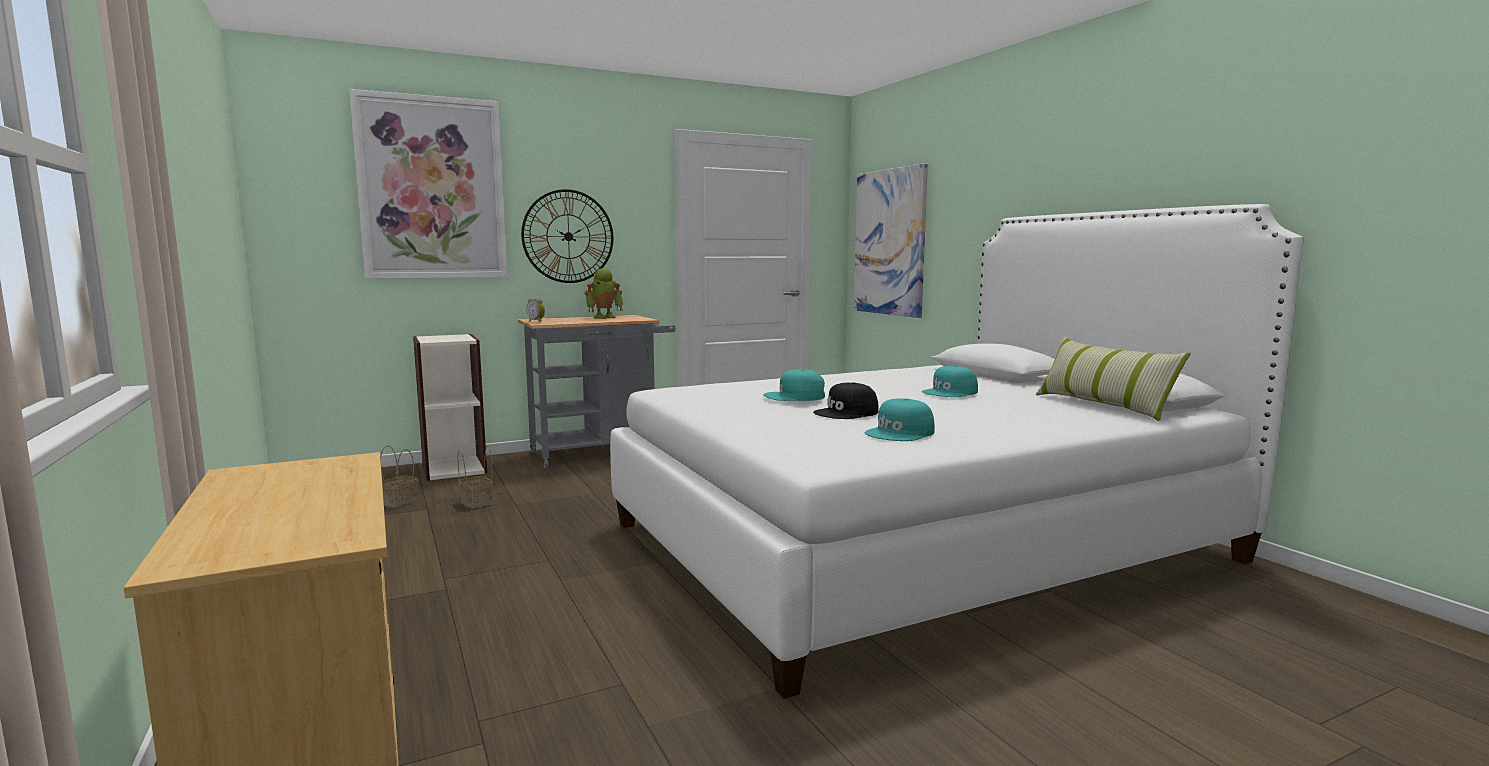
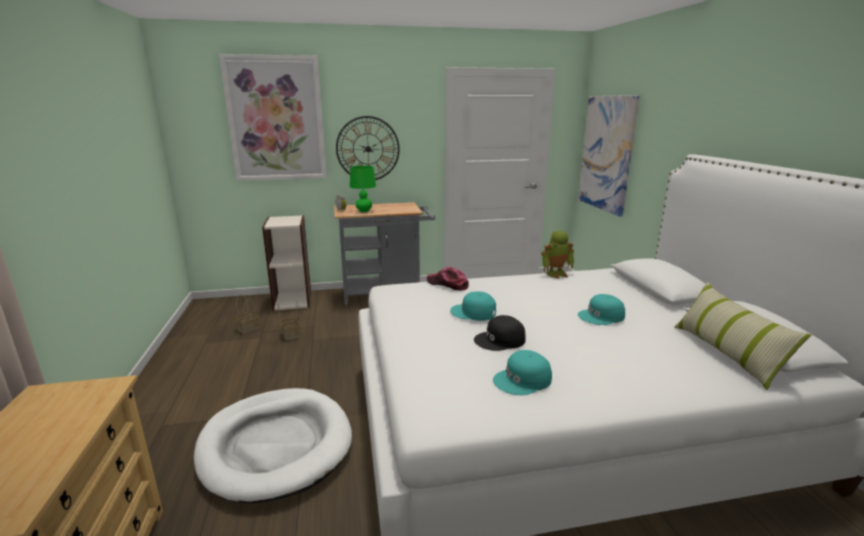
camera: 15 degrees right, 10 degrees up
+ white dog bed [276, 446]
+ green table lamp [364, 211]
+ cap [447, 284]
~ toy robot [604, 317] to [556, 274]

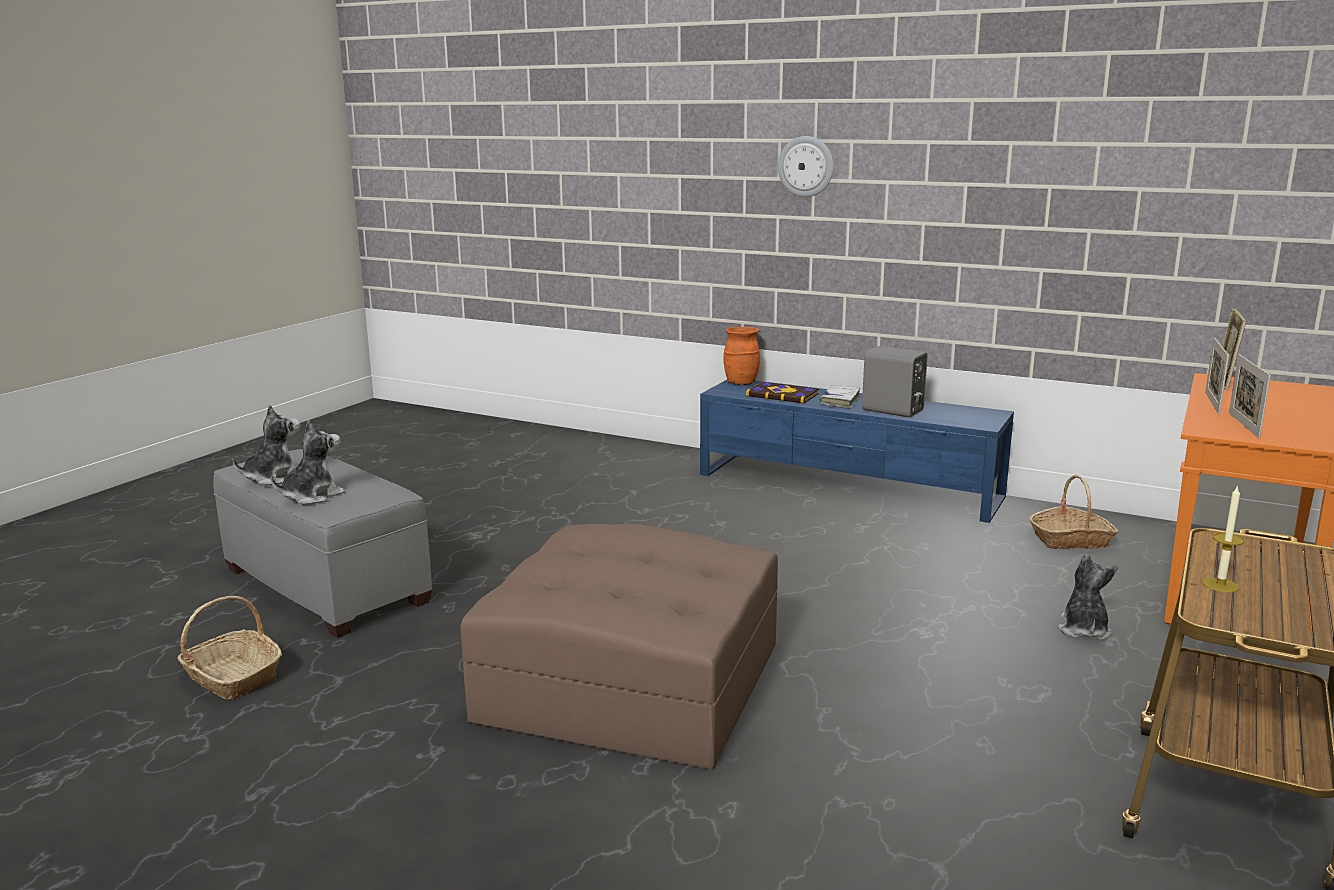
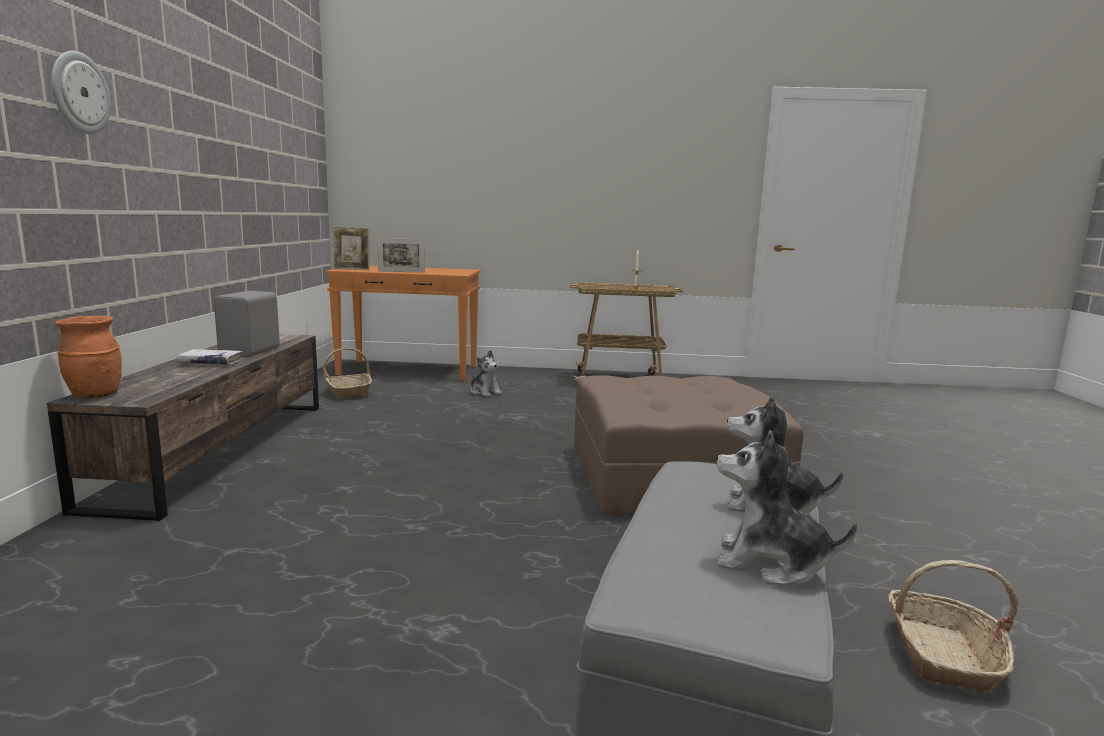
camera: 115 degrees left, 5 degrees down
~ blue tv stand [849, 486] to brown tv stand [221, 449]
~ plush toy [1083, 630] = [485, 392] 120 degrees counterclockwise
- book [782, 395]
- picture frame [1243, 425]

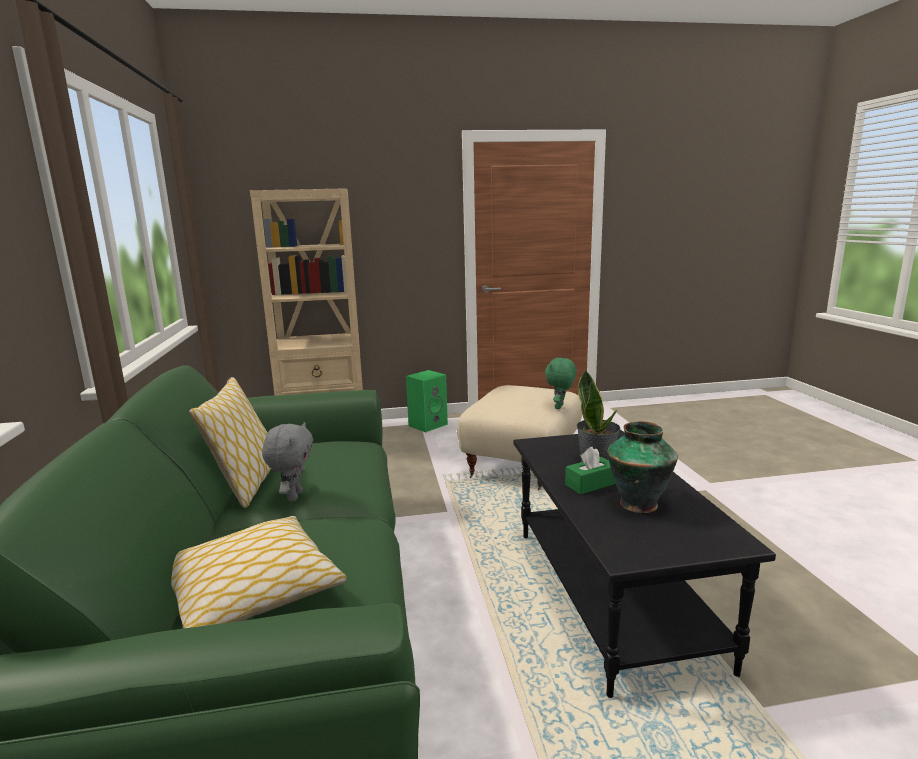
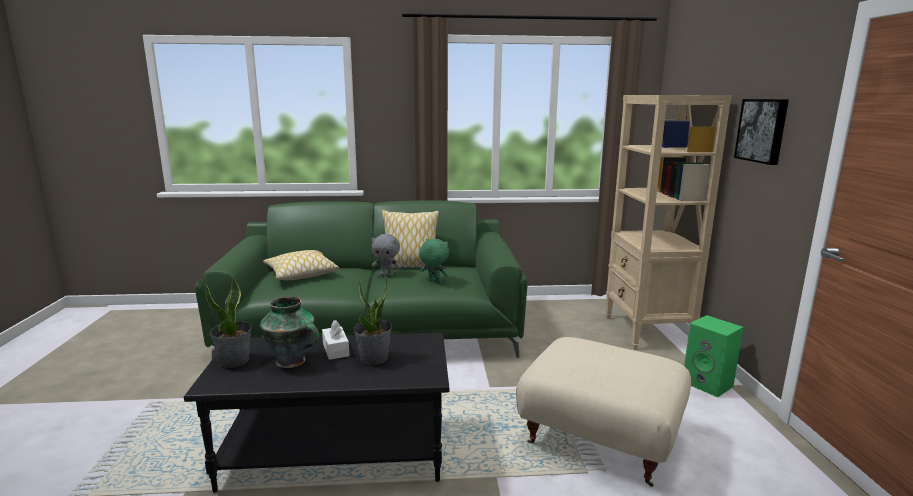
camera: 95 degrees right, 0 degrees up
+ potted plant [235, 361]
~ green tissue box [591, 484] to white tissue box [335, 350]
~ green plush toy [560, 407] to [434, 281]
+ picture [763, 130]

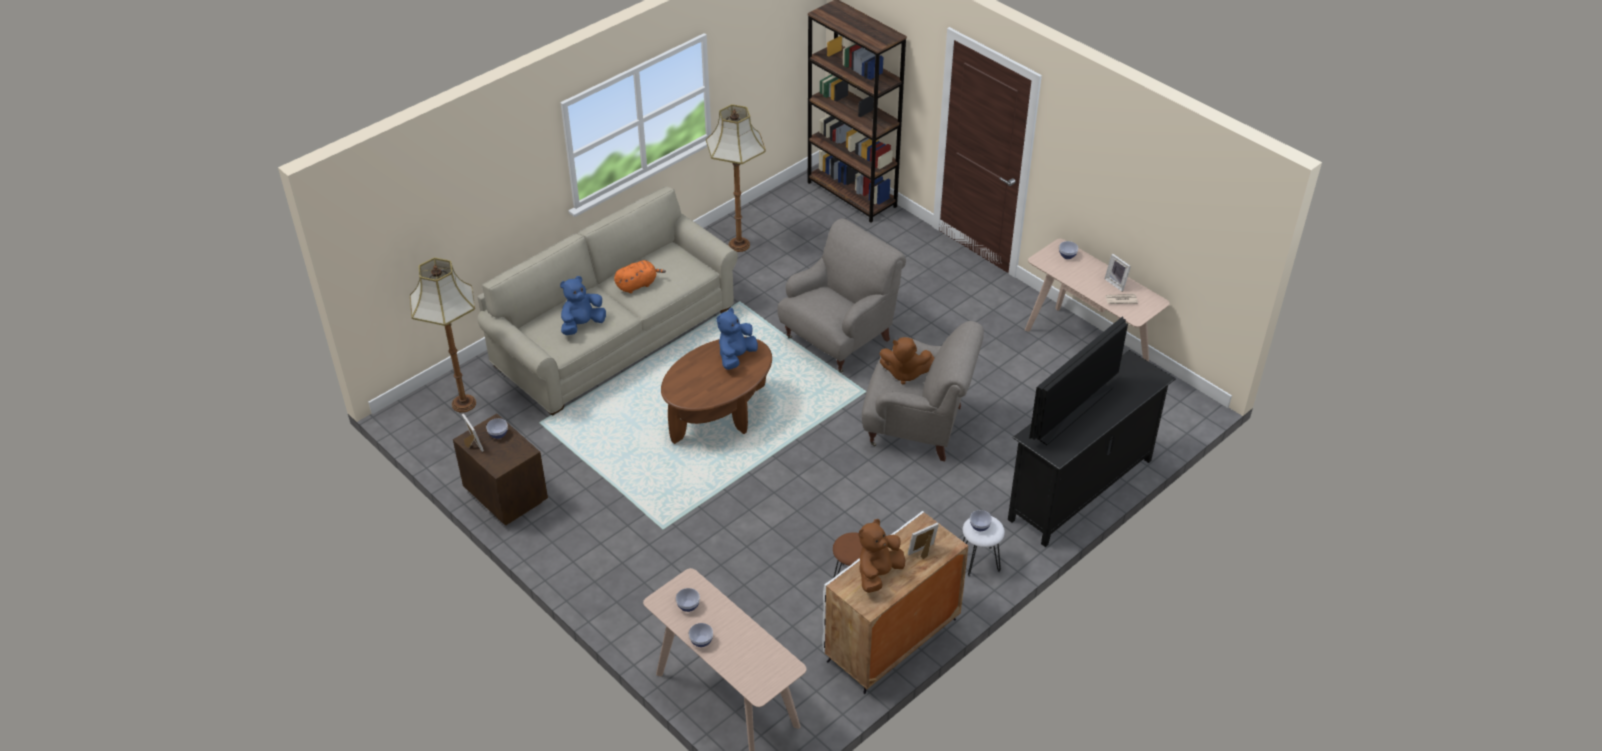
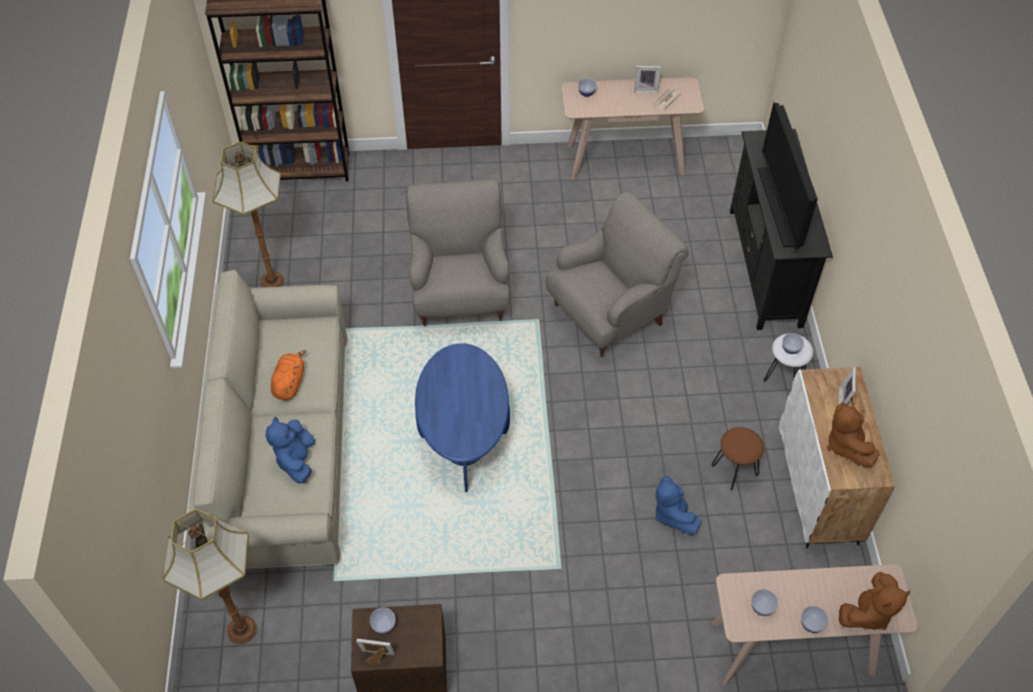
camera: 50 degrees left, 10 degrees up
~ brown coffee table [719, 414] to blue coffee table [464, 435]
~ blue plush toy [736, 357] to [672, 514]
~ brown plush toy [905, 373] to [867, 613]

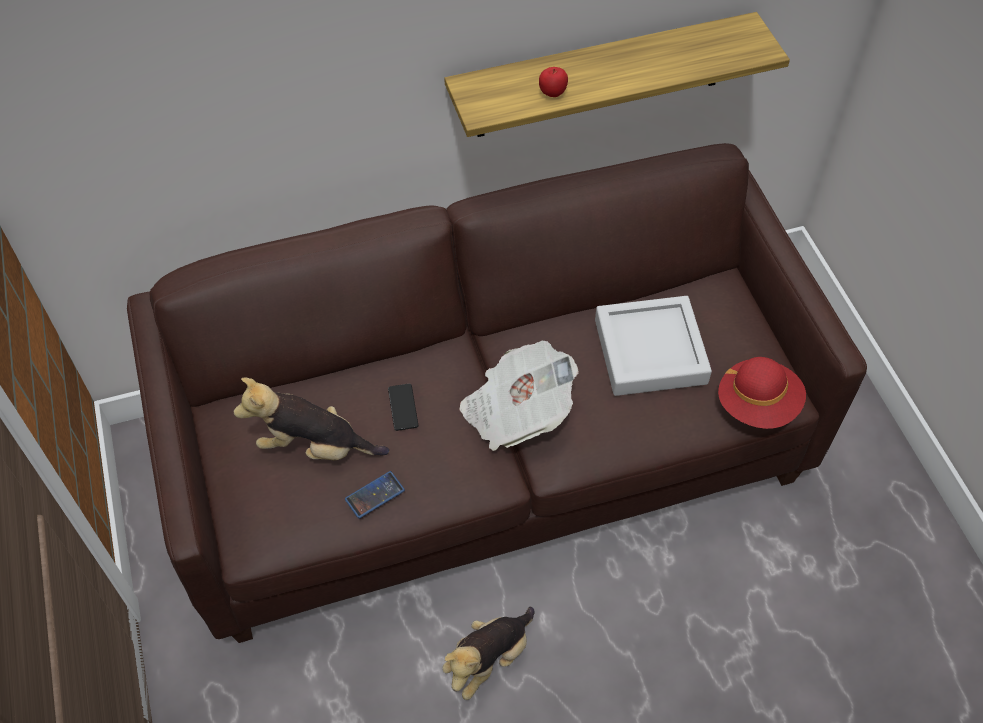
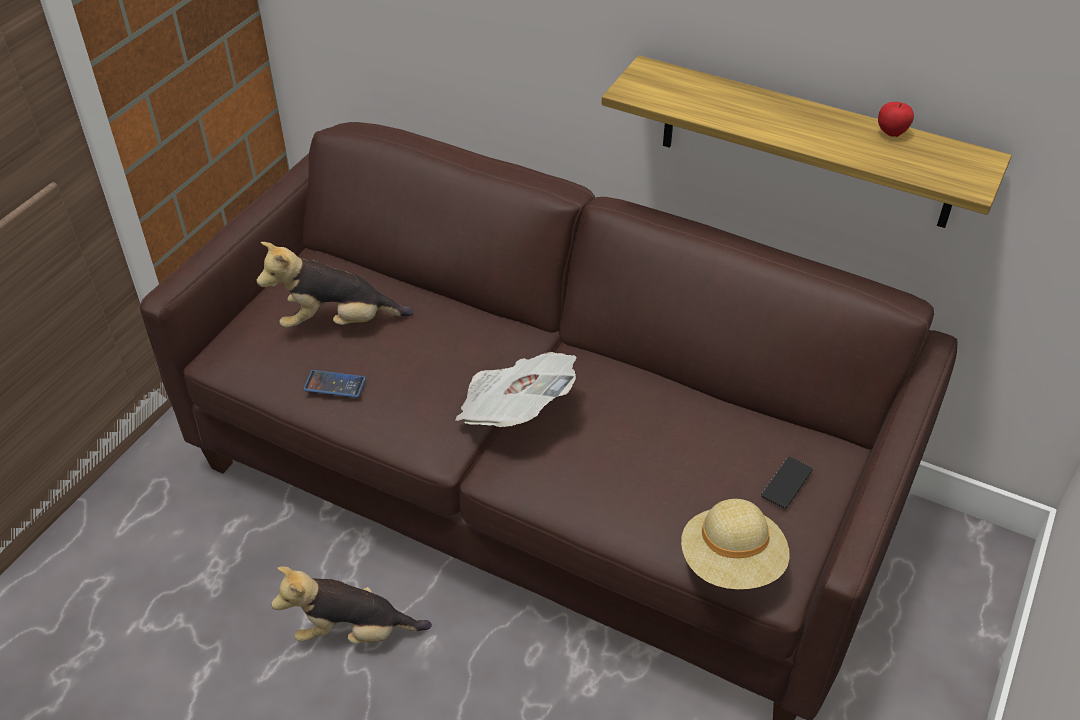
camera: 45 degrees right, 10 degrees down
~ plush toy [314, 446] = [337, 322] 60 degrees counterclockwise
~ red hat [757, 404] to beige hat [732, 563]
~ phone [403, 407] to [786, 483]
~ apple [552, 93] to [891, 133]
- grey tray [650, 351]

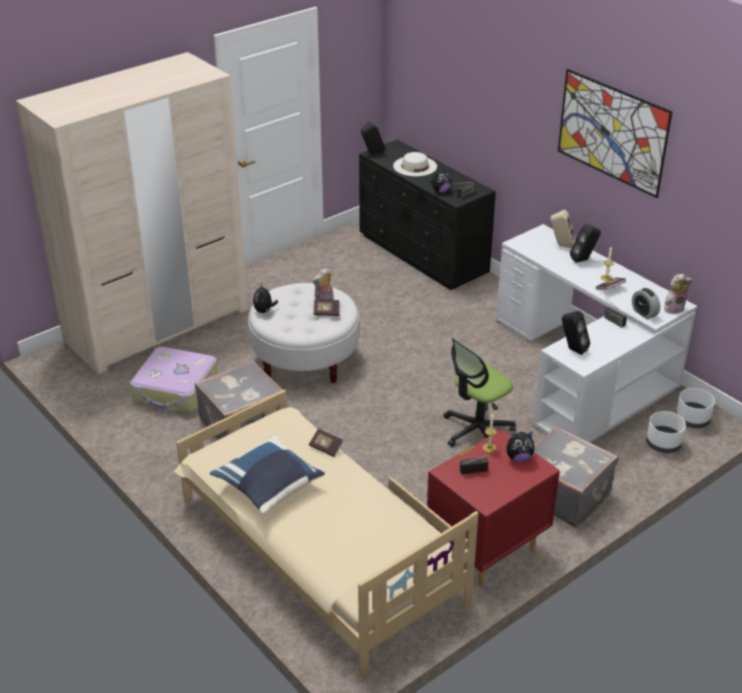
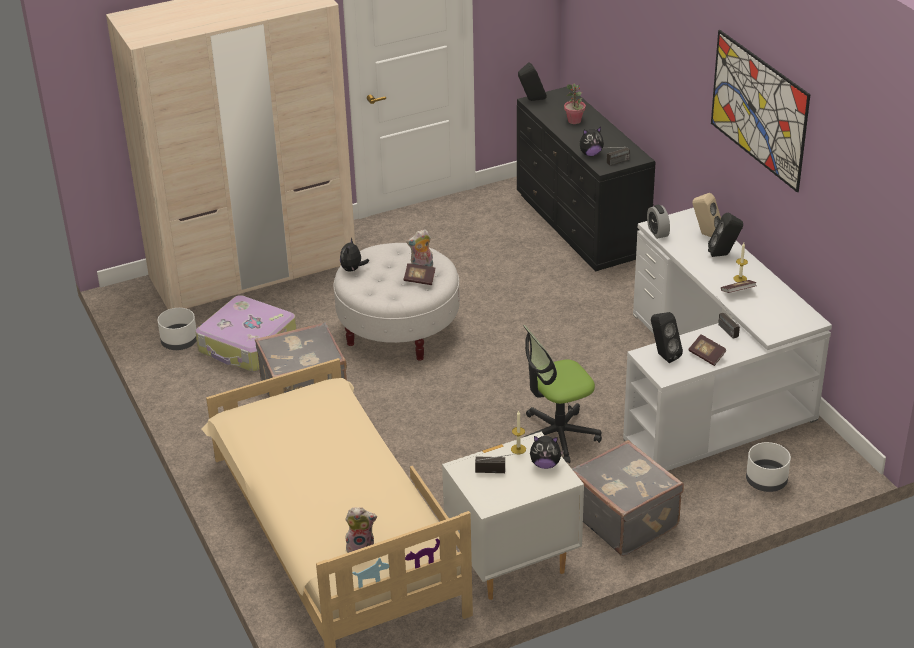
camera: 15 degrees right, 0 degrees up
~ white planter [692, 420] to [179, 342]
~ plush toy [674, 308] to [361, 547]
~ red nightstand [487, 552] to white nightstand [512, 565]
~ white hat [415, 166] to potted plant [574, 121]
~ alarm clock [644, 313] to [657, 232]
~ book [326, 448] to [706, 356]
- blue pillow [269, 487]

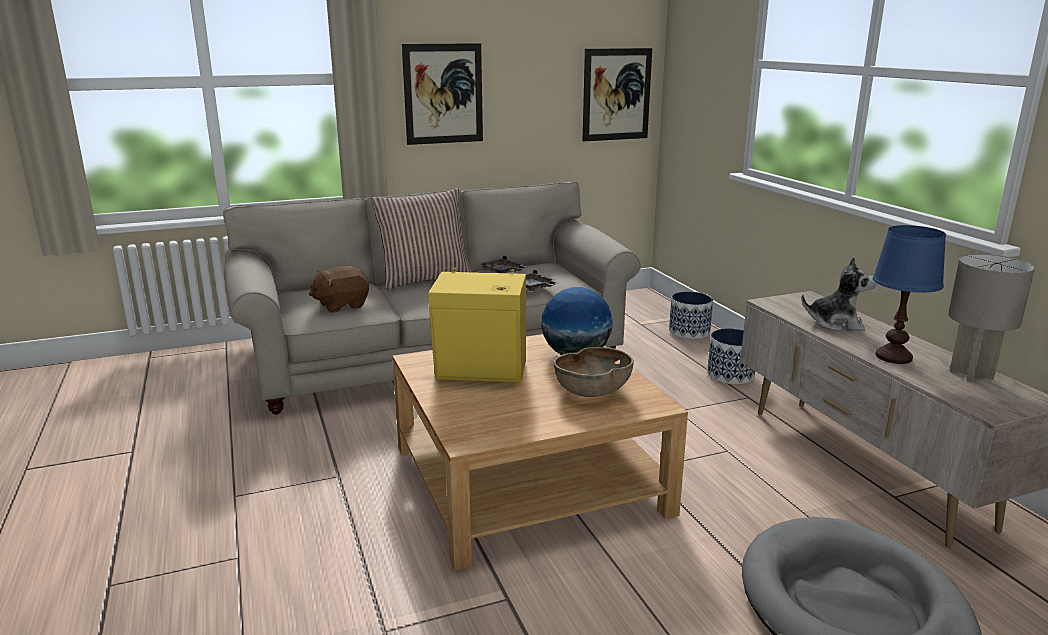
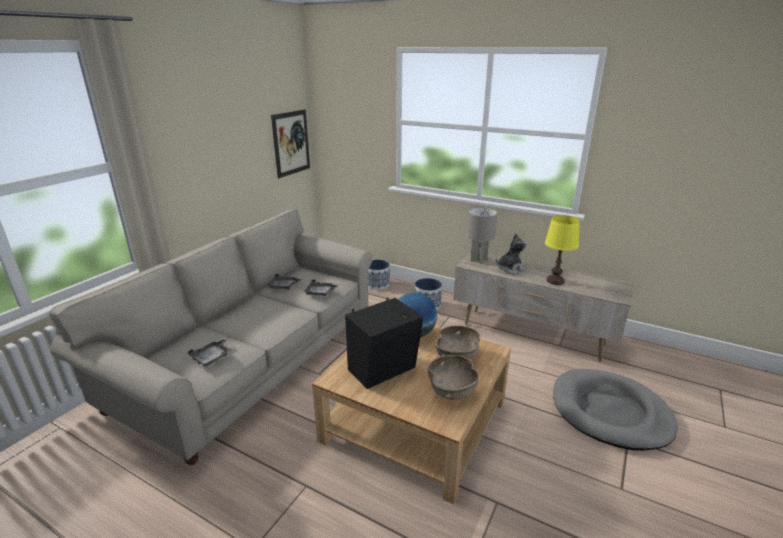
camera: 40 degrees left, 5 degrees up
~ brown plush toy [341, 305] to grey tray [212, 357]
~ yellow speaker [482, 372] to black speaker [384, 370]
+ brown bowl [452, 390]
~ grey table lamp [970, 374] to [478, 260]
~ blue table lamp [894, 357] to yellow table lamp [555, 281]
- pillow [424, 278]
- picture [443, 94]

